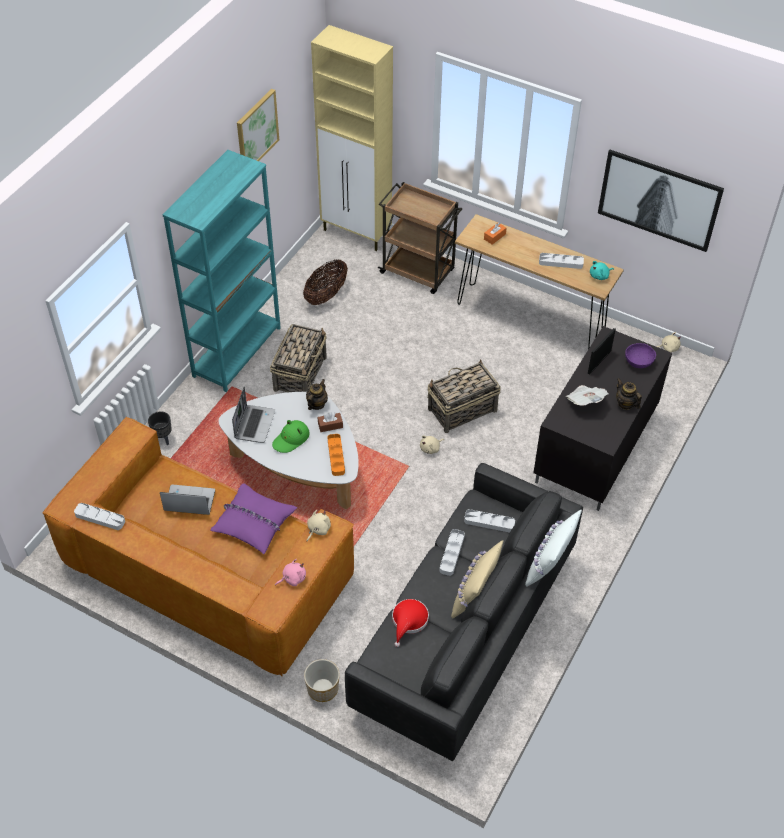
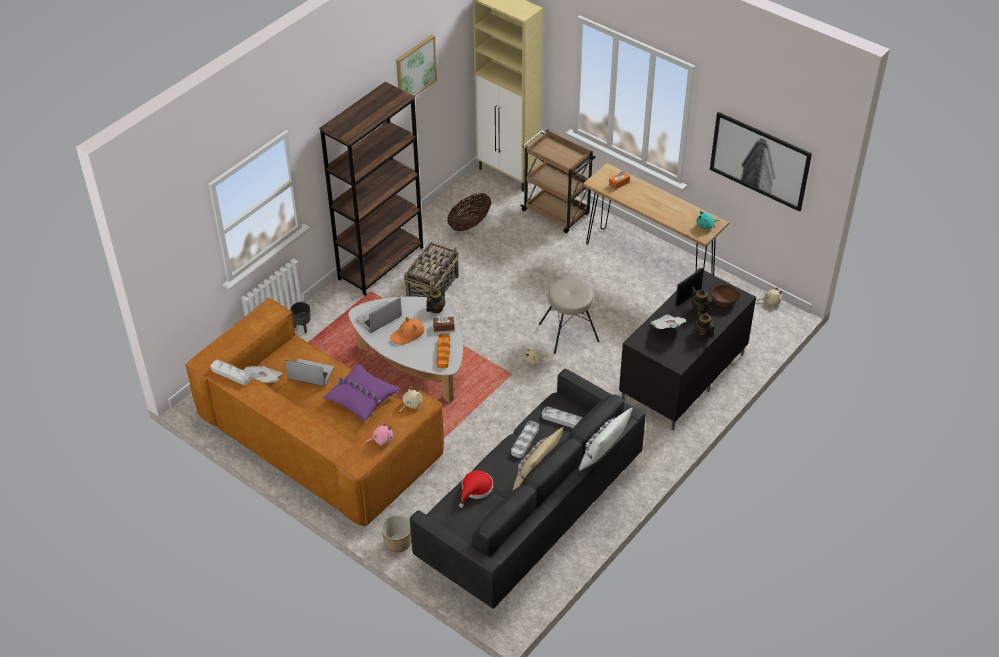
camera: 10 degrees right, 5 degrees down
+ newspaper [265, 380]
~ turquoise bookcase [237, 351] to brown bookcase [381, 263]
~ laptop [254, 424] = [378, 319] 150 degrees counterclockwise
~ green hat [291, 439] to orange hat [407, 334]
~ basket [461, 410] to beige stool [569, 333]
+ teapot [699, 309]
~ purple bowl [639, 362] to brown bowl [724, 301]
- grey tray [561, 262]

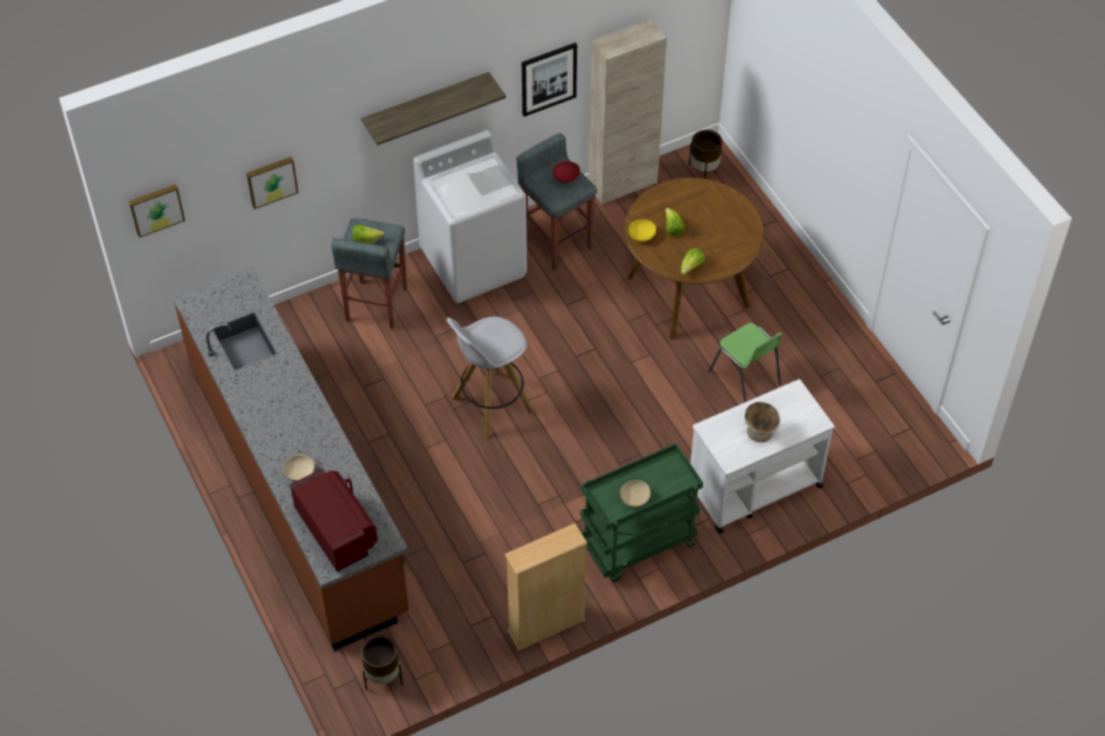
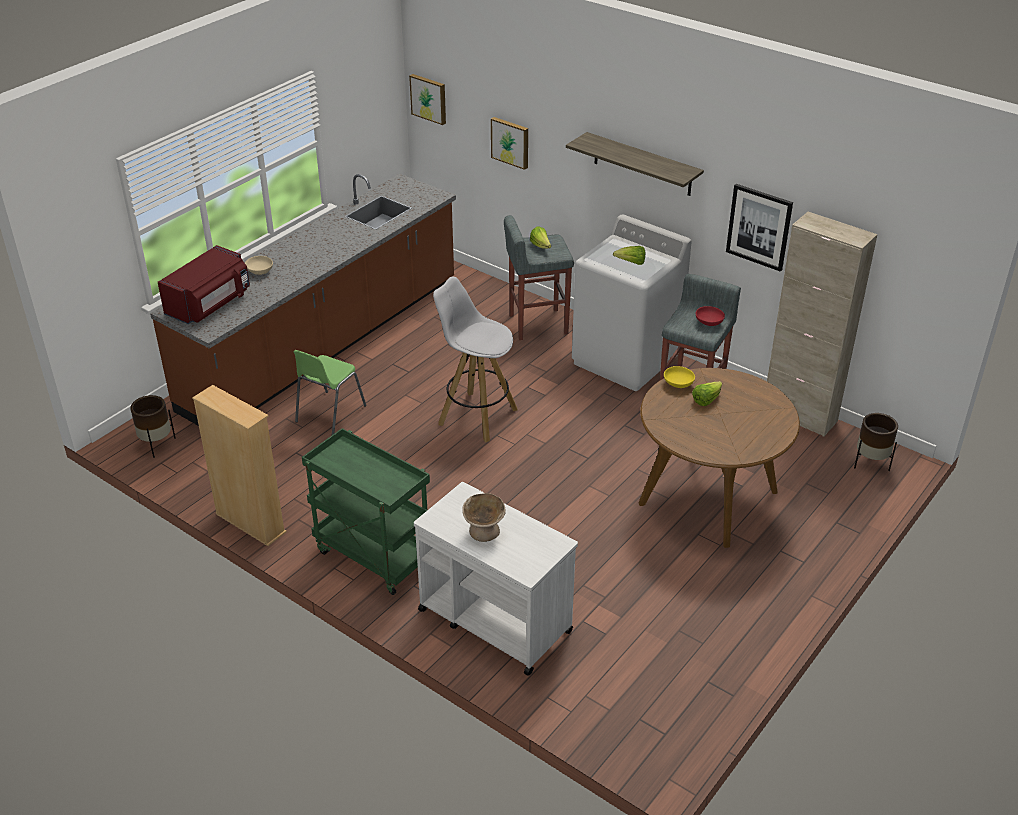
camera: 65 degrees right, 15 degrees down
~ green chair [745, 378] to [329, 414]
~ lettuce [691, 267] to [631, 263]
- beige bowl [634, 498]

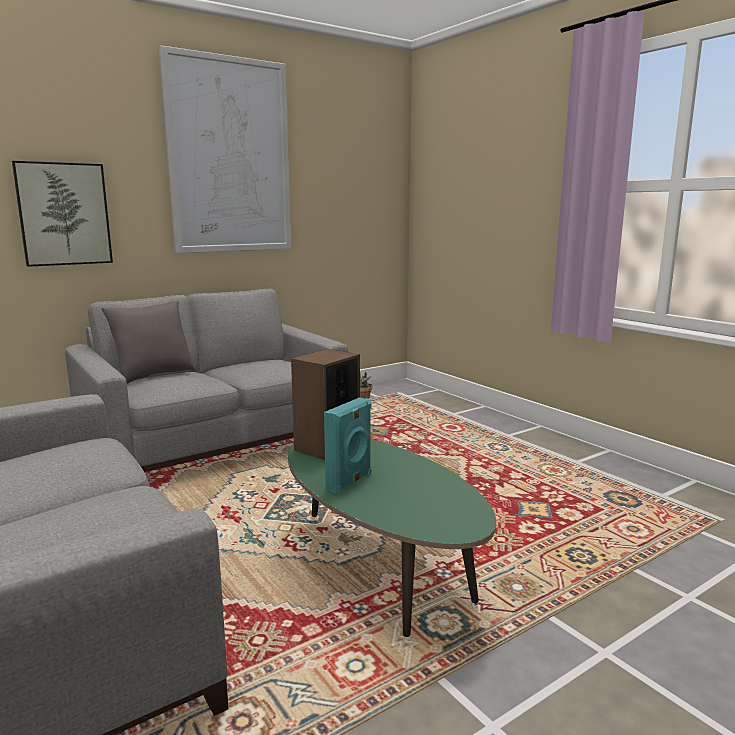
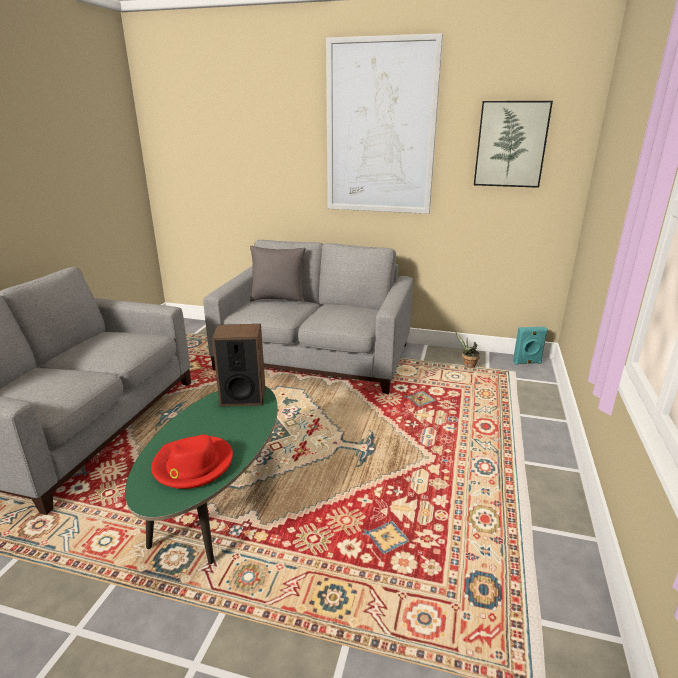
camera: 50 degrees right, 10 degrees up
+ red hat [192, 465]
~ picture [64, 214] to [511, 144]
~ turquoise speaker [350, 482] to [527, 363]

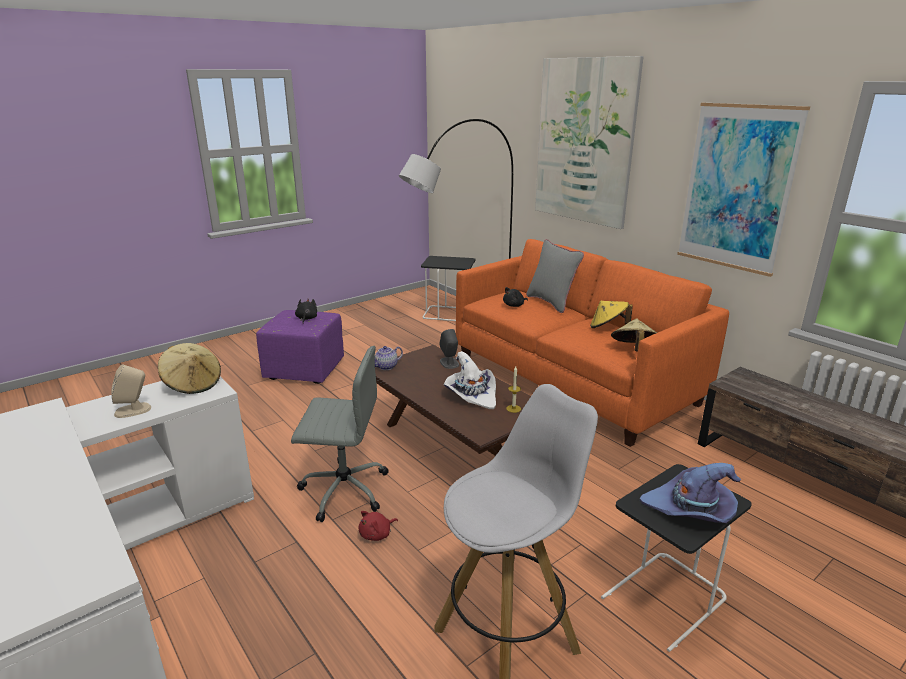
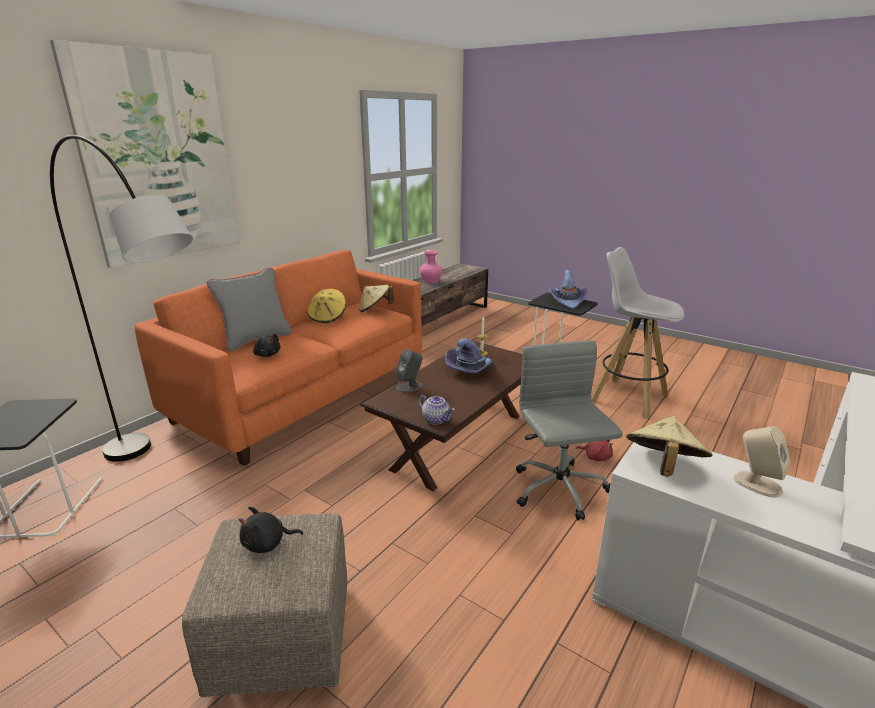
camera: 105 degrees left, 0 degrees up
~ purple ottoman [303, 370] to beige ottoman [283, 639]
+ pink vase [430, 281]
~ white hat [471, 395] to purple hat [470, 370]
- picture [737, 188]

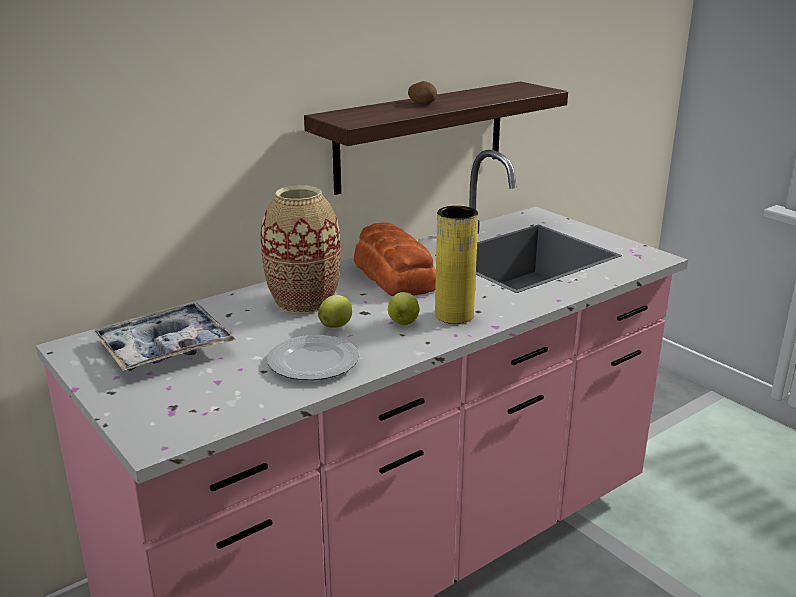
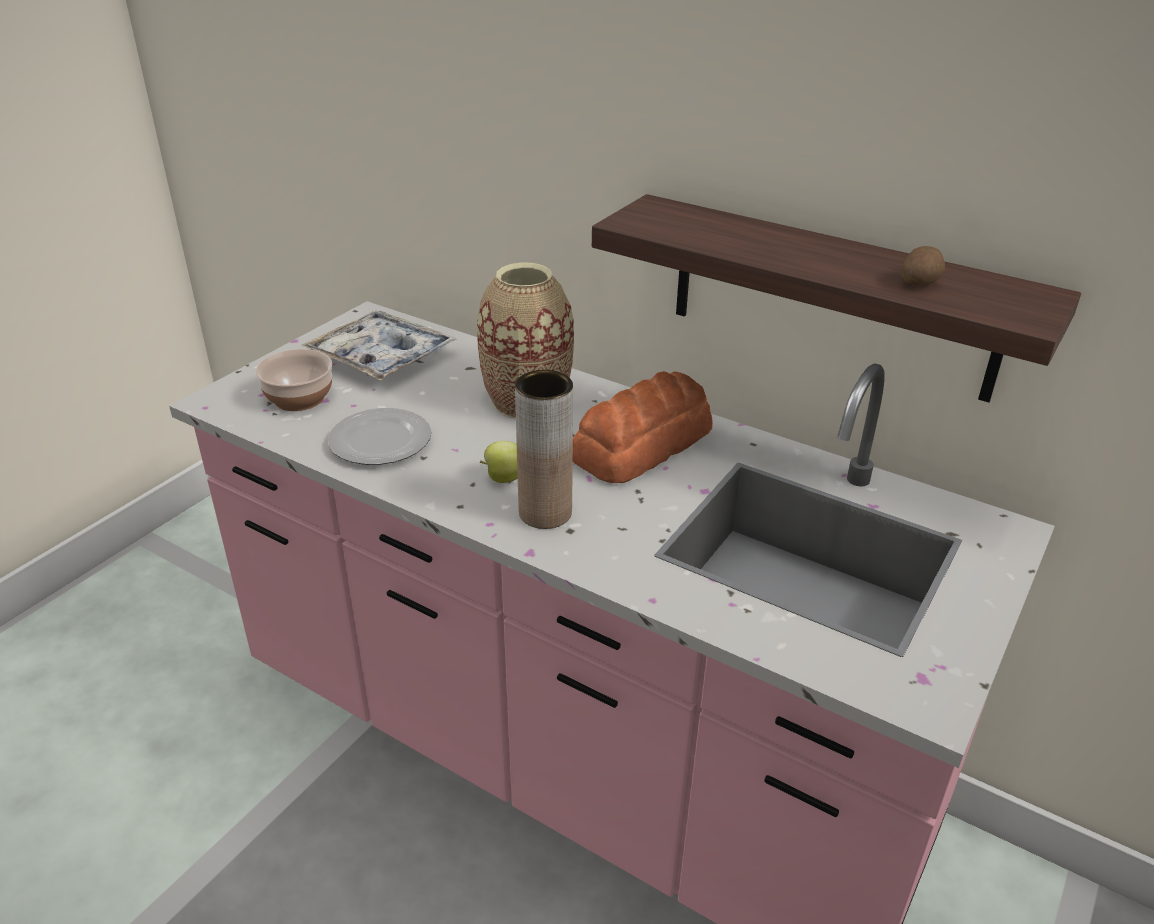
camera: 70 degrees right, 10 degrees up
+ bowl [299, 398]
~ yellow vase [454, 315] to brown vase [545, 513]
~ potato [423, 103] to [920, 282]
- apple [336, 326]

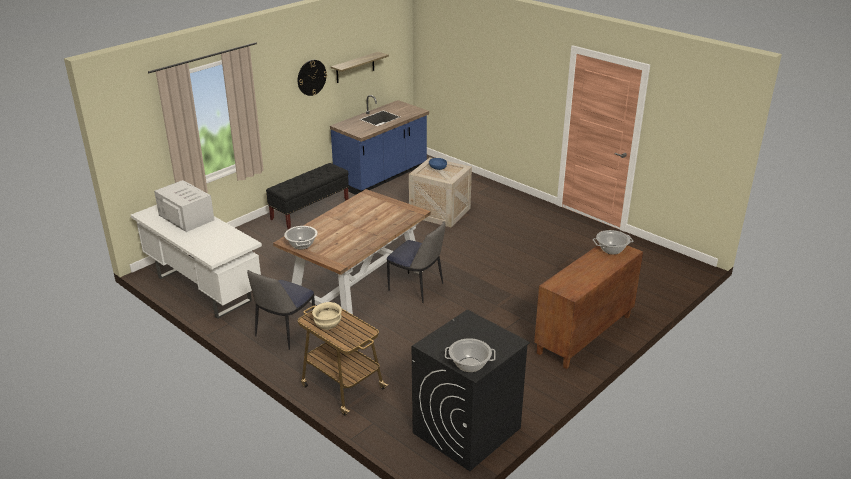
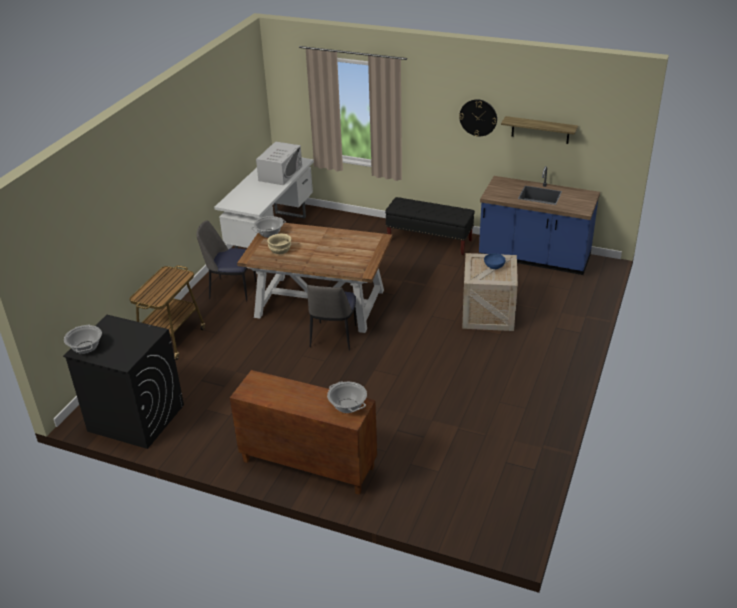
camera: 70 degrees right, 5 degrees up
~ beige bowl [327, 324] to [280, 250]

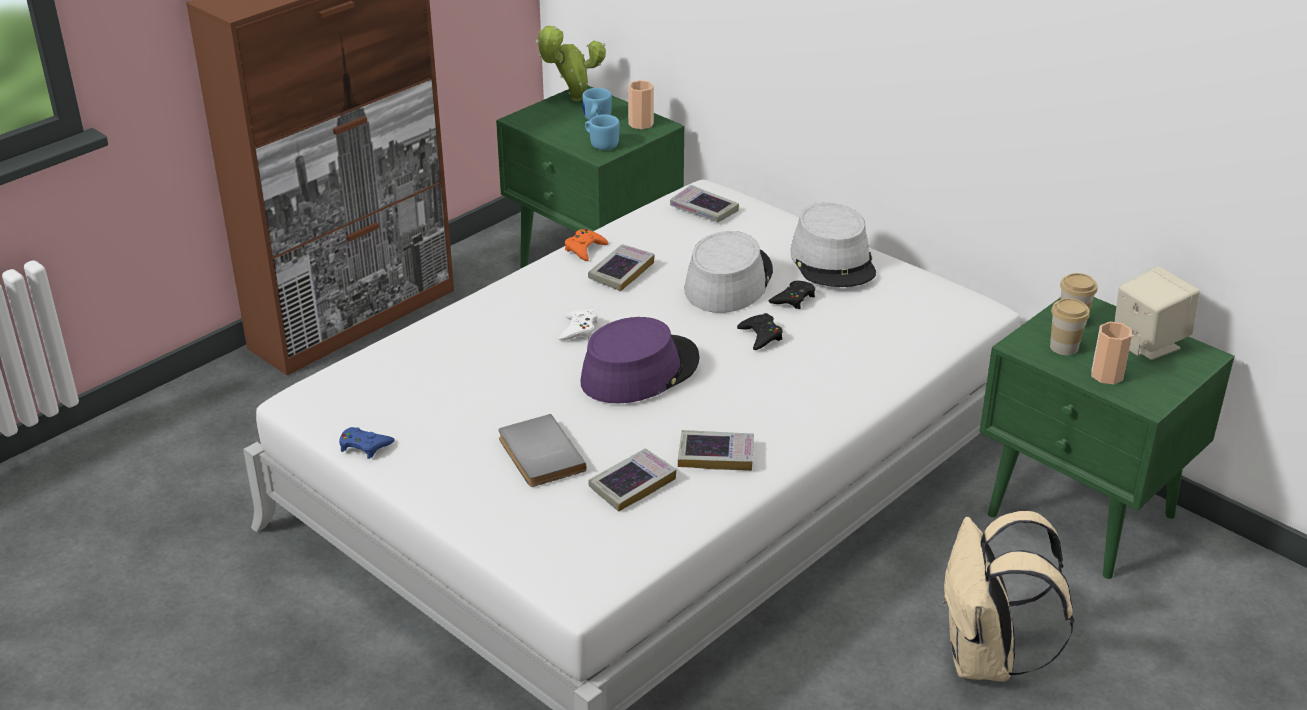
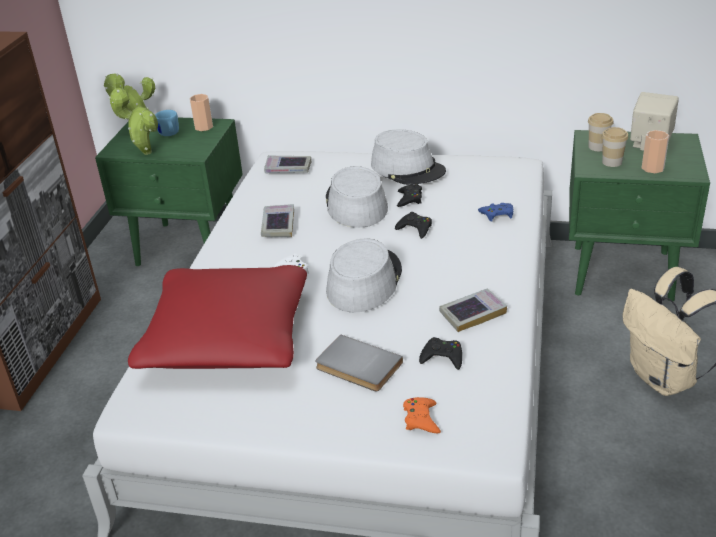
camera: 30 degrees left, 0 degrees up
+ potted plant [144, 152]
+ red pillow [228, 338]
~ purple hat [639, 371] to grey hat [364, 281]
~ orange game controller [584, 249] to [421, 419]
~ book [632, 484] to black game controller [442, 357]
~ blue game controller [364, 446] to [497, 214]
- blue mug [601, 144]

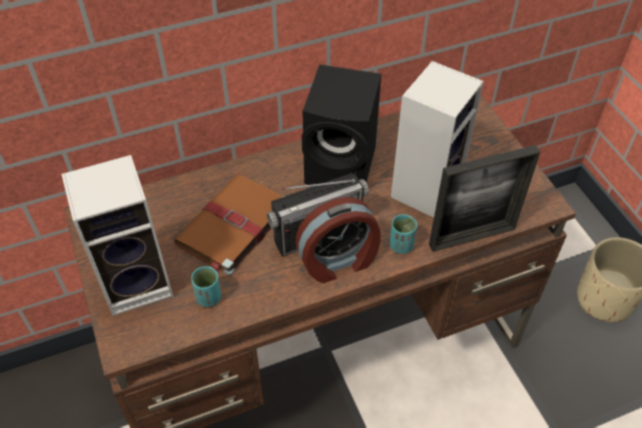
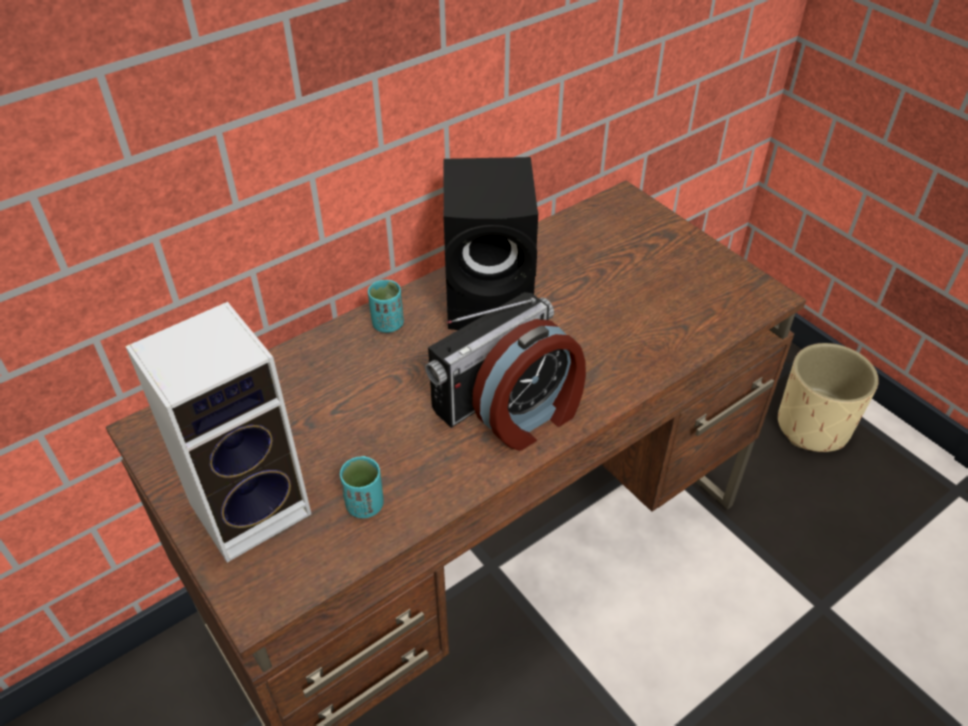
camera: 15 degrees left, 5 degrees down
~ turquoise cup [401, 245] to [388, 324]
- brown book [232, 227]
- speaker [426, 187]
- picture frame [472, 237]

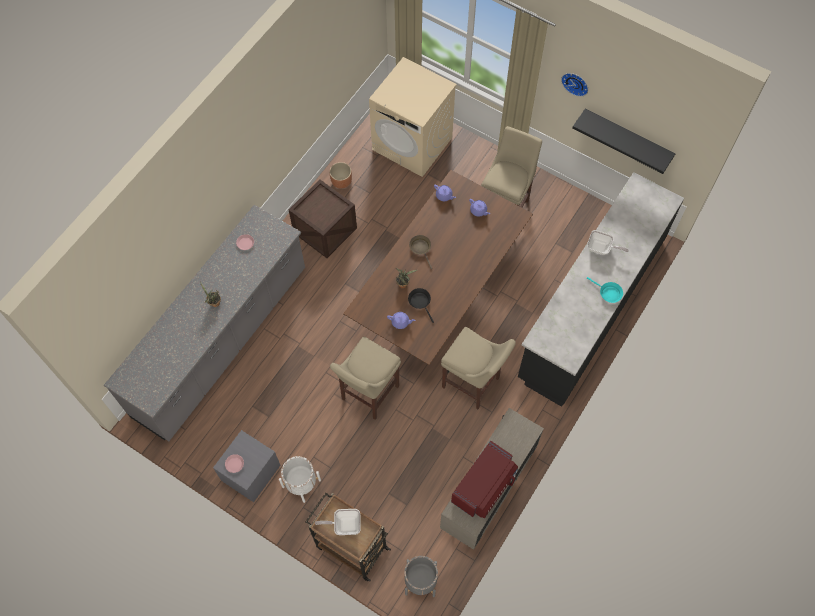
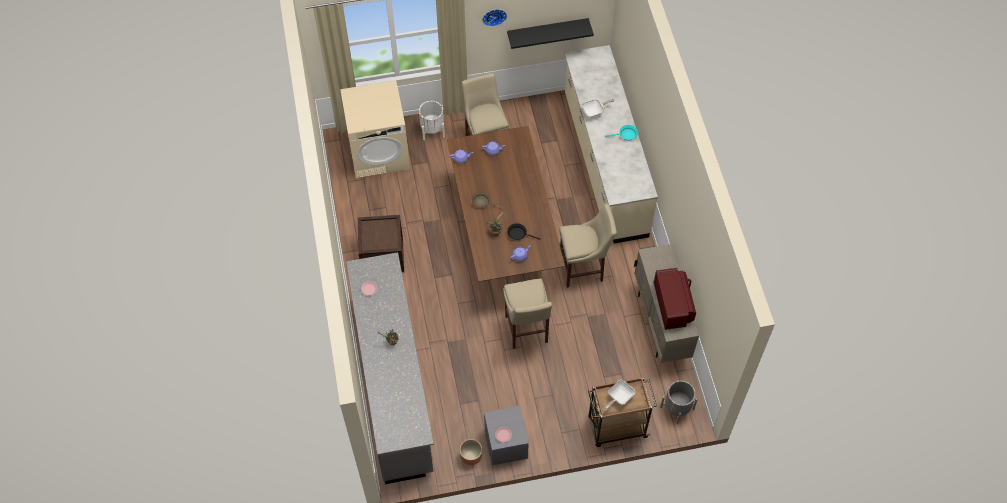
camera: 45 degrees left, 5 degrees down
~ white planter [301, 483] to [432, 130]
~ brown planter [341, 181] to [471, 456]
~ black counter [590, 308] to beige counter [604, 165]

